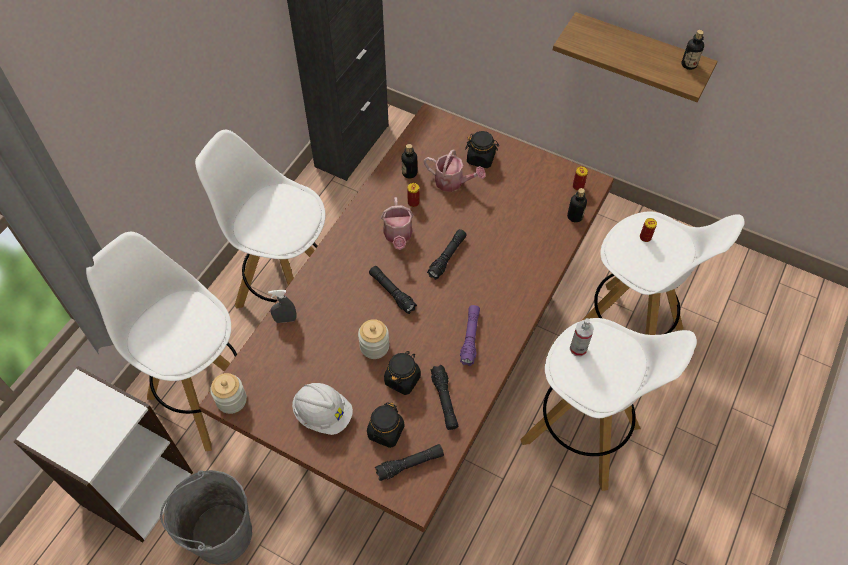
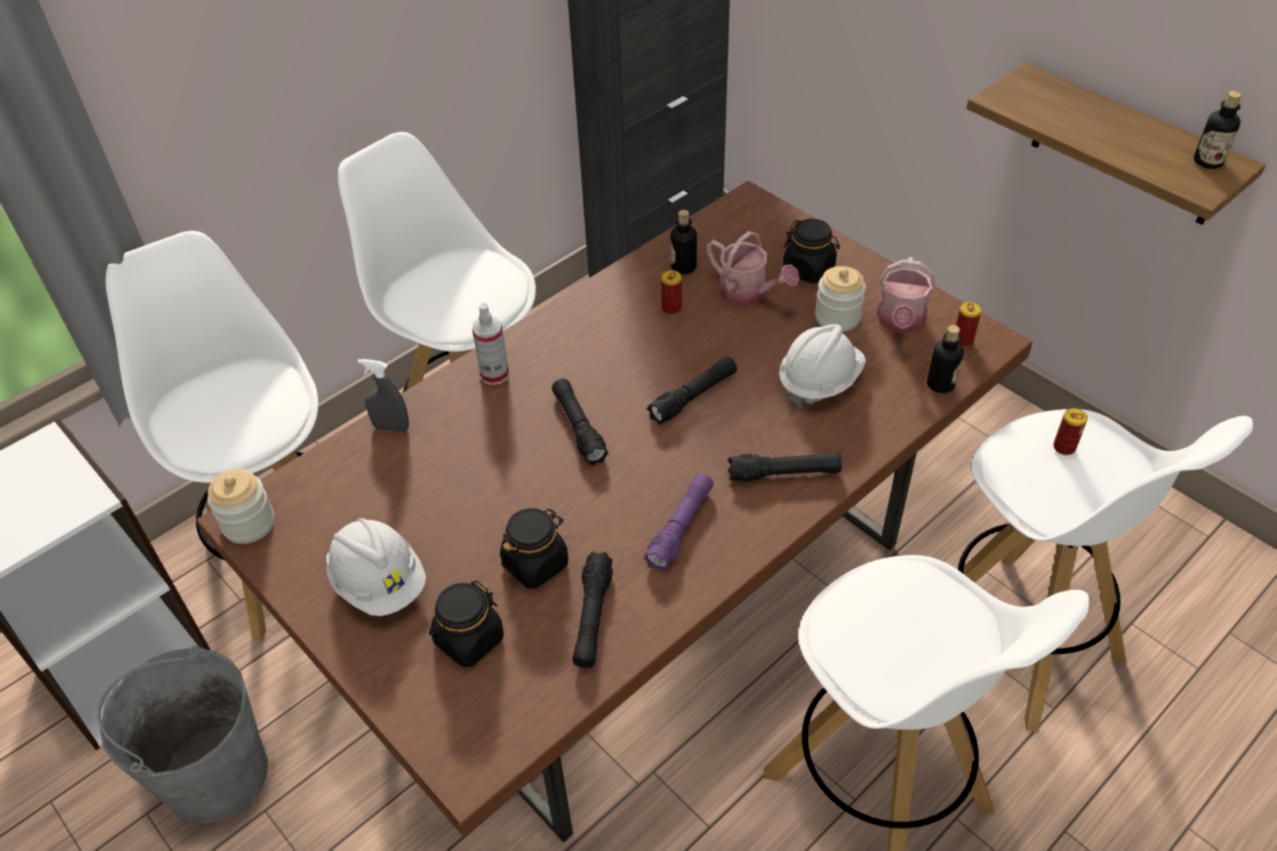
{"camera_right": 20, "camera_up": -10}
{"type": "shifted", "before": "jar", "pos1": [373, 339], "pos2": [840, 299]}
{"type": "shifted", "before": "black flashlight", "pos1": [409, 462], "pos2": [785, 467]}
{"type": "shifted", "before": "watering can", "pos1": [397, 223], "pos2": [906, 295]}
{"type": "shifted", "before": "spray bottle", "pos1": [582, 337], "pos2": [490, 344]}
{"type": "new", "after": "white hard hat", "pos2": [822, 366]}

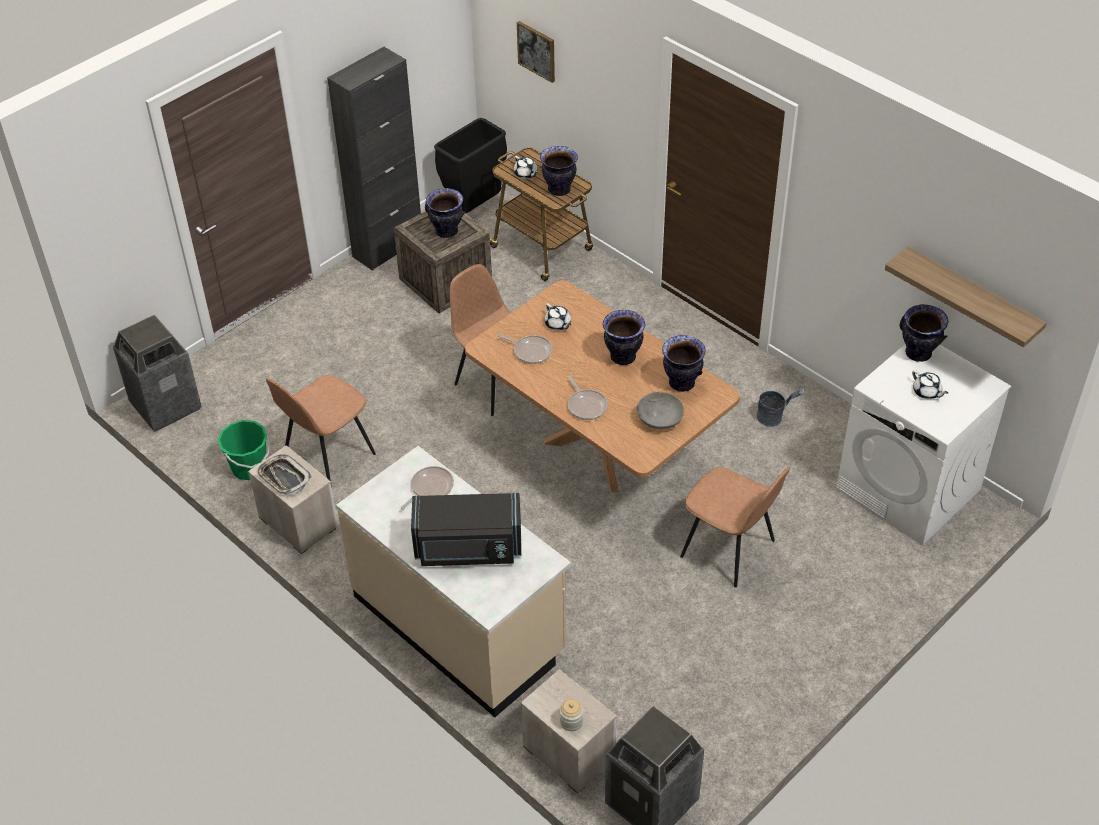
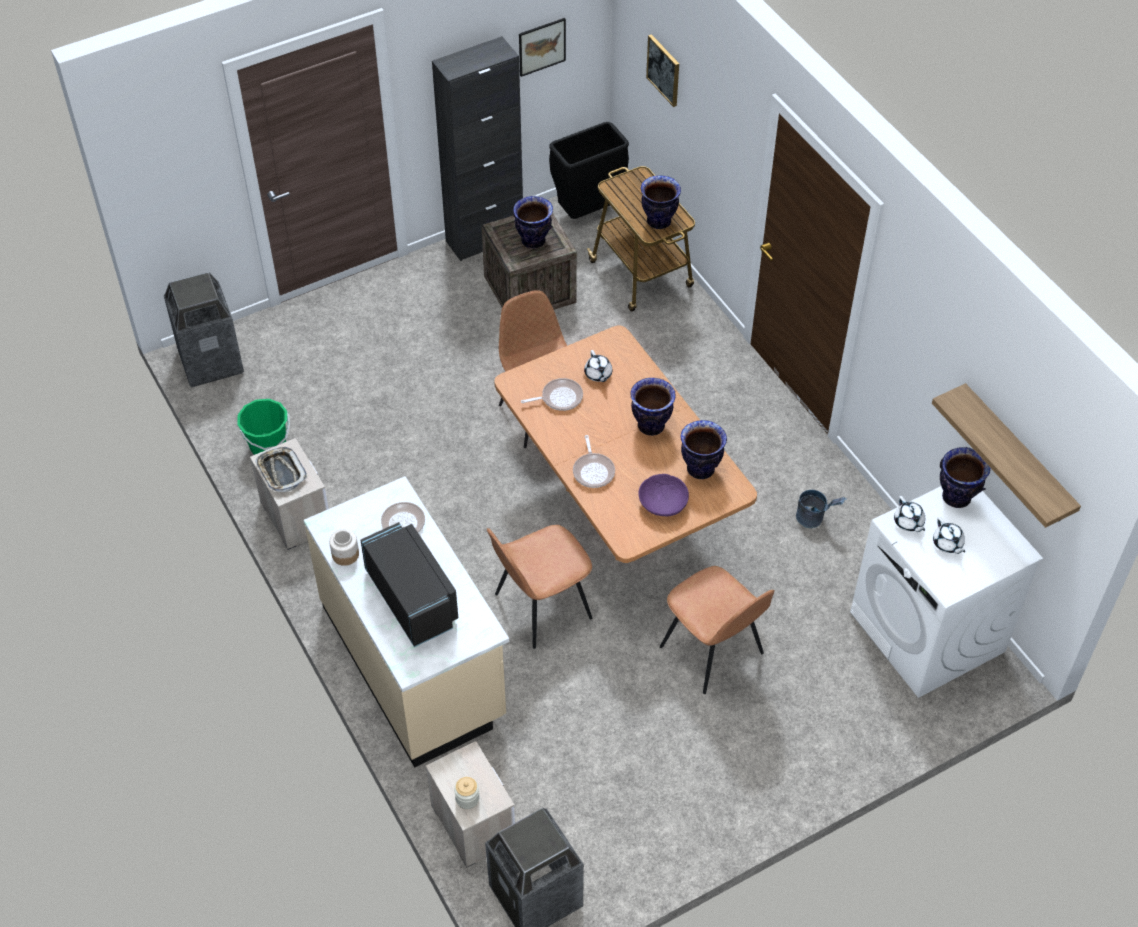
{"camera_right": 15, "camera_up": 5}
{"type": "shifted", "before": "brown chair", "pos1": [321, 431], "pos2": [539, 587]}
{"type": "rotated", "before": "black microwave", "pos1": [466, 529], "pos2": [409, 584], "turn": -135}
{"type": "rotated", "before": "frying pan", "pos1": [525, 349], "pos2": [552, 394], "turn": -60}
{"type": "shifted", "before": "white teapot", "pos1": [526, 167], "pos2": [909, 514]}
{"type": "repainted", "before": "grey bowl", "after": "purple bowl", "pos1": [660, 410], "pos2": [664, 495]}
{"type": "new", "after": "jar", "pos2": [344, 547]}
{"type": "new", "after": "picture", "pos2": [542, 47]}

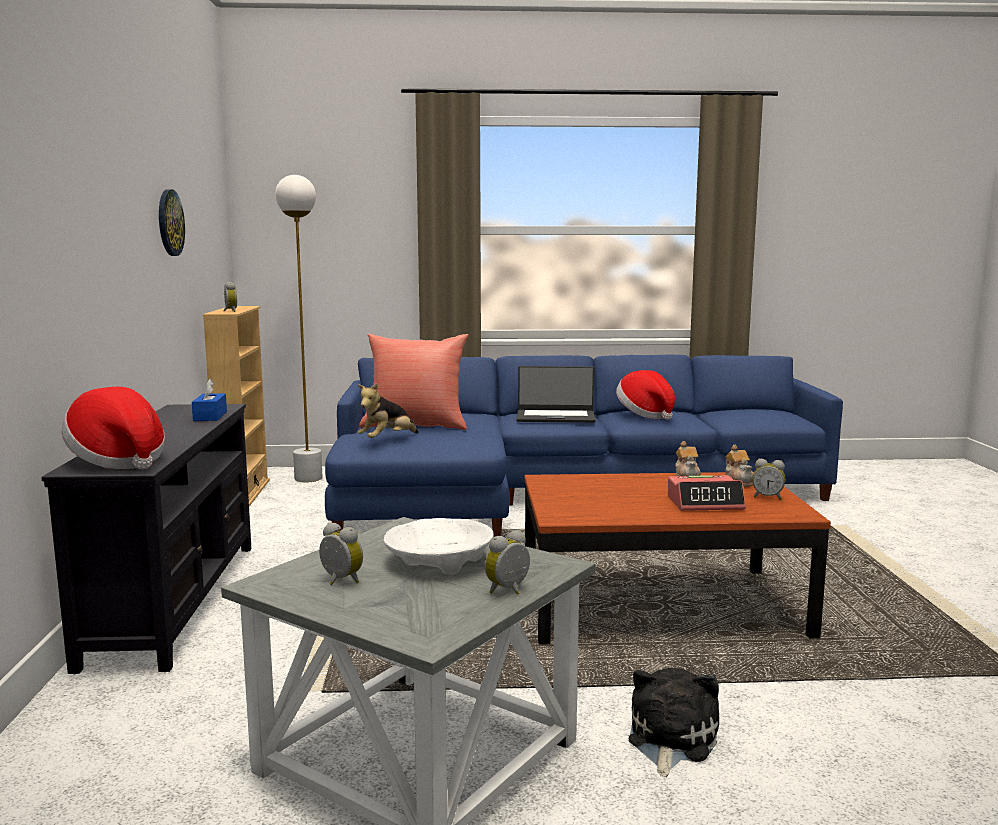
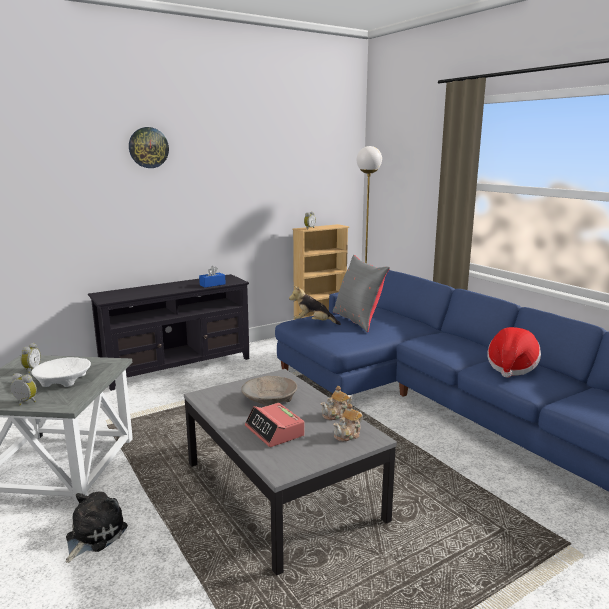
{"camera_right": 60, "camera_up": 5}
{"type": "gone", "before": "hat", "pos1": [113, 428]}
{"type": "shifted", "before": "wall clock", "pos1": [172, 222], "pos2": [149, 147]}
{"type": "repainted", "before": "red pillow", "after": "grey pillow", "pos1": [414, 382], "pos2": [361, 293]}
{"type": "gone", "before": "laptop", "pos1": [556, 394]}
{"type": "repainted", "before": "brown coffee table", "after": "grey coffee table", "pos1": [678, 558], "pos2": [290, 472]}
{"type": "rotated", "before": "plush toy", "pos1": [674, 722], "pos2": [97, 527], "turn": -60}
{"type": "gone", "before": "alarm clock", "pos1": [768, 479]}
{"type": "new", "after": "beige bowl", "pos2": [269, 391]}

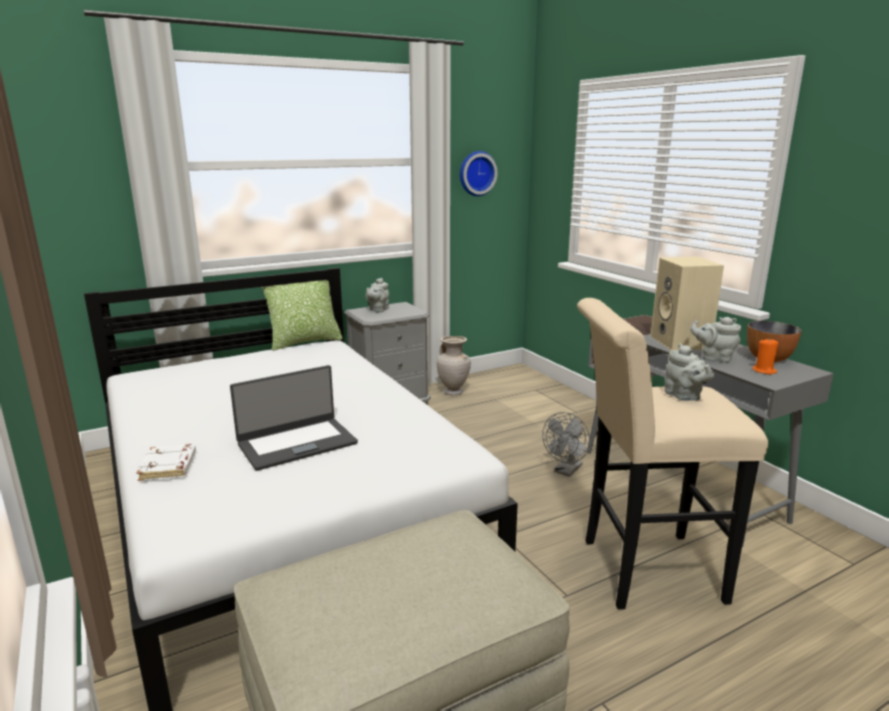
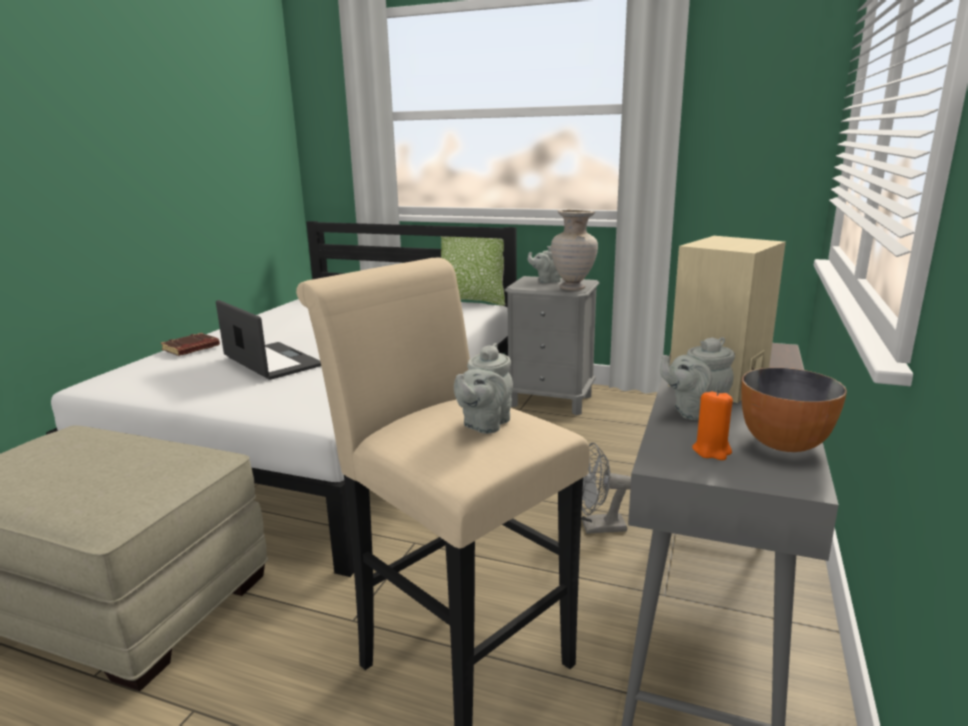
{"camera_right": 50, "camera_up": 0}
{"type": "repainted", "before": "white book", "after": "brown book", "pos1": [166, 462], "pos2": [190, 344]}
{"type": "rotated", "before": "laptop", "pos1": [294, 418], "pos2": [268, 340], "turn": -150}
{"type": "shifted", "before": "beige vase", "pos1": [454, 365], "pos2": [574, 250]}
{"type": "gone", "before": "wall clock", "pos1": [478, 173]}
{"type": "rotated", "before": "grey teapot", "pos1": [715, 340], "pos2": [697, 378], "turn": -90}

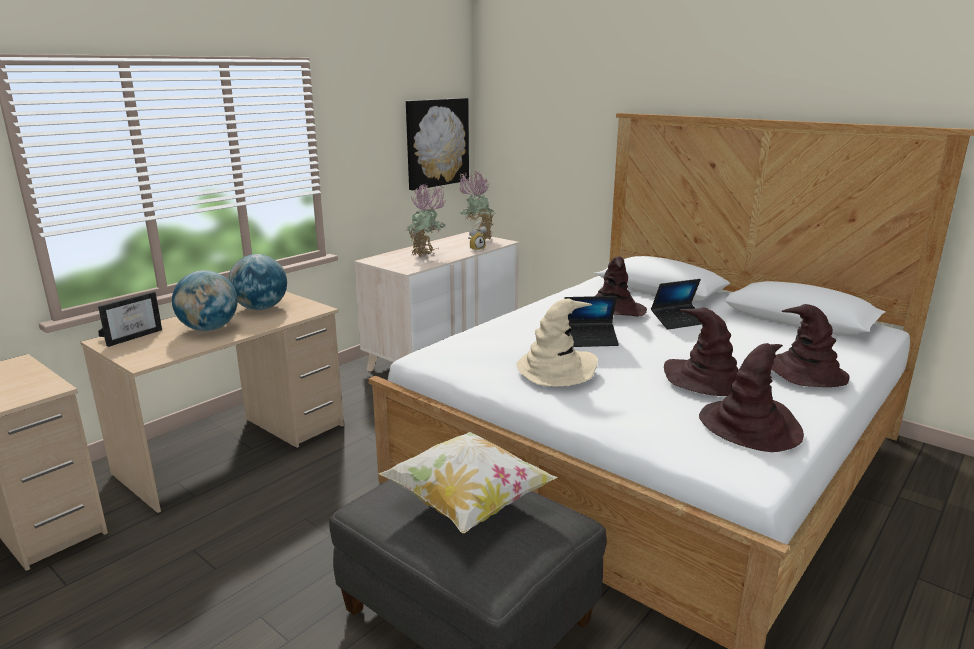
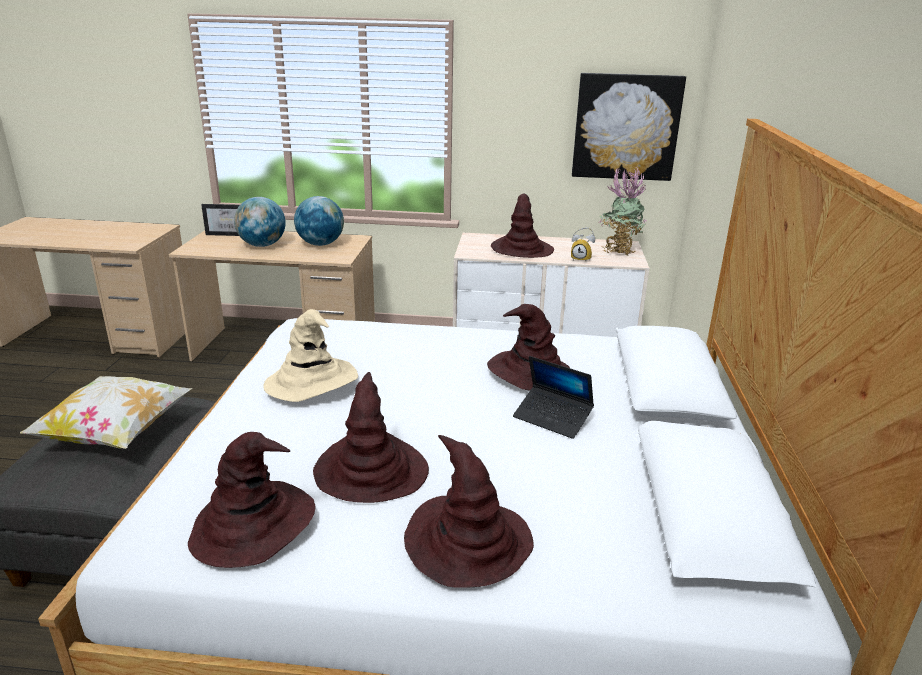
{"camera_right": 55, "camera_up": 5}
{"type": "swapped", "before": "potted plant", "after": "brown hat", "pos1": [425, 219], "pos2": [522, 225]}
{"type": "gone", "before": "laptop", "pos1": [591, 321]}

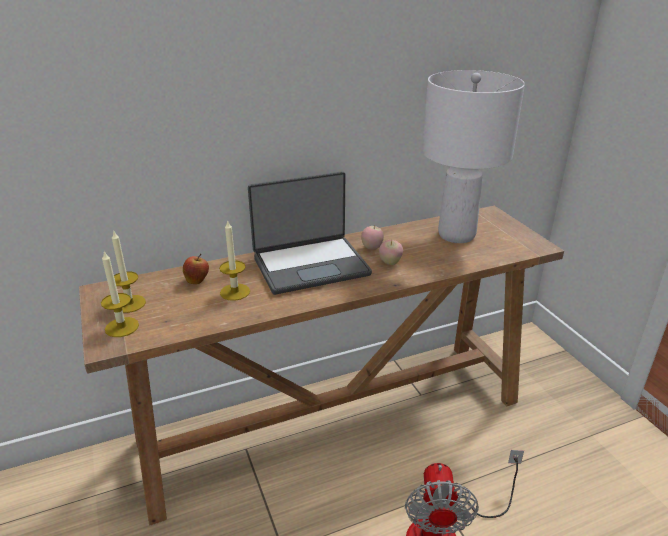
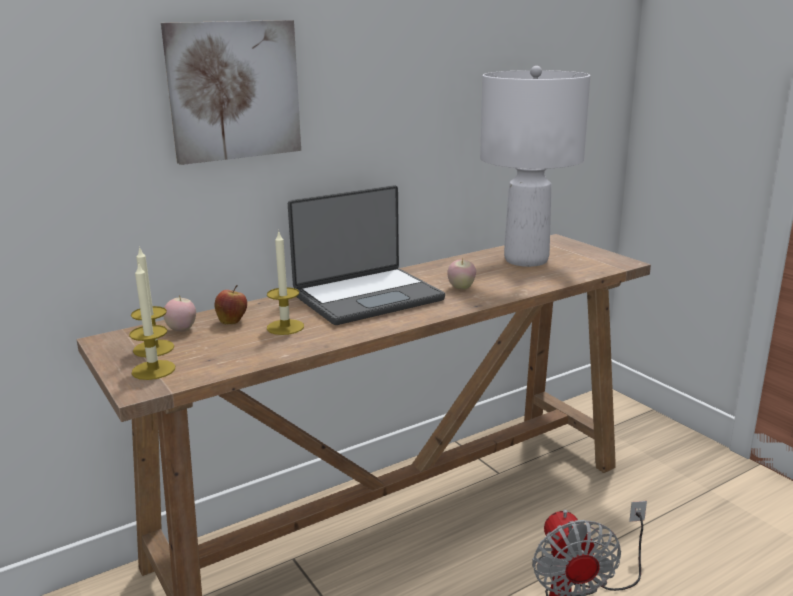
{"camera_right": -10, "camera_up": -10}
{"type": "shifted", "before": "apple", "pos1": [372, 237], "pos2": [179, 313]}
{"type": "new", "after": "picture", "pos2": [231, 92]}

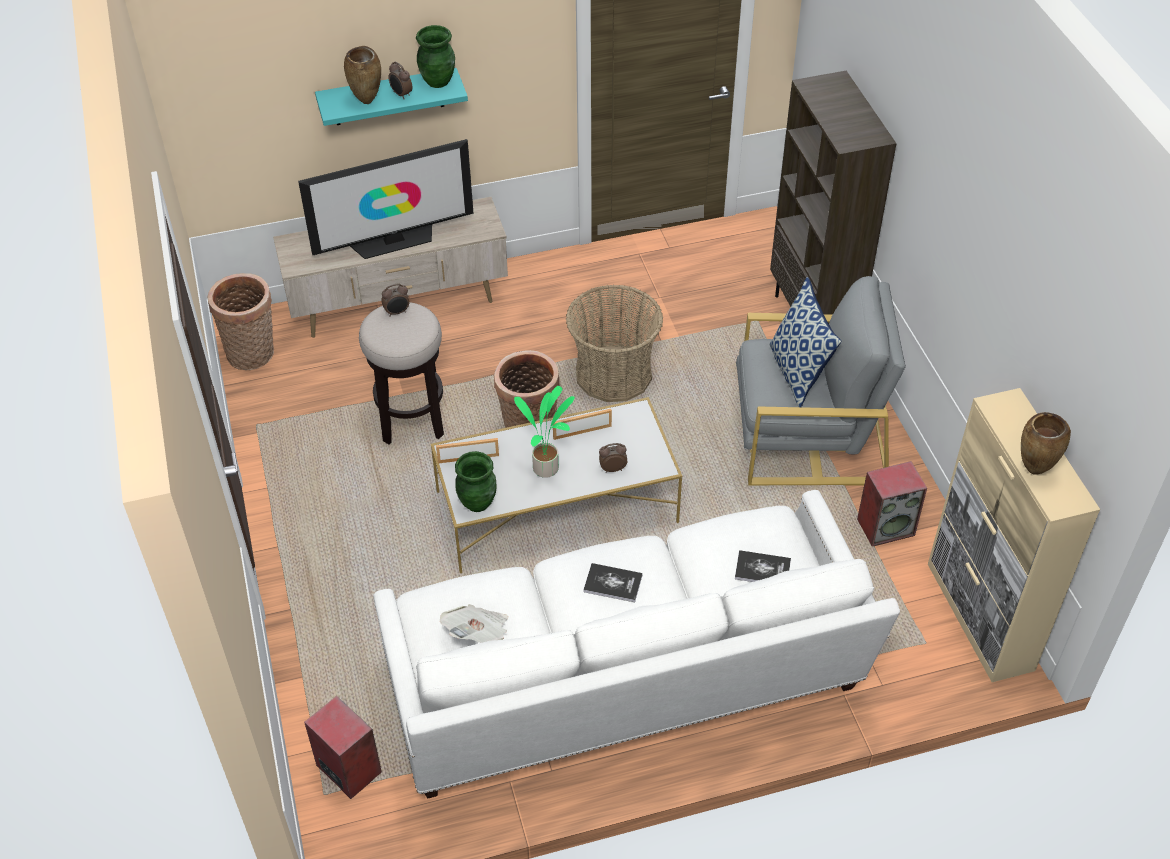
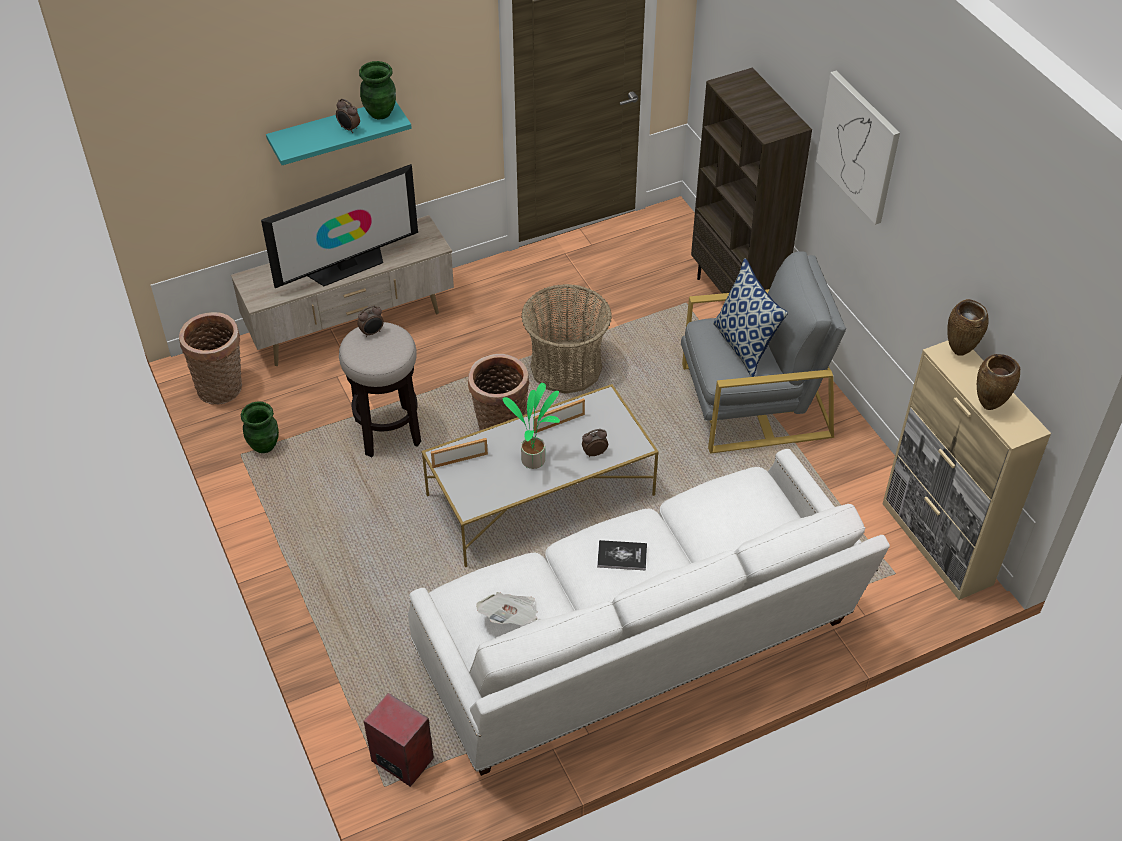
{"camera_right": -10, "camera_up": 0}
{"type": "shifted", "before": "brown vase", "pos1": [362, 75], "pos2": [968, 327]}
{"type": "shifted", "before": "green vase", "pos1": [476, 481], "pos2": [260, 427]}
{"type": "gone", "before": "book", "pos1": [763, 566]}
{"type": "gone", "before": "speaker", "pos1": [892, 503]}
{"type": "new", "after": "picture", "pos2": [858, 148]}

